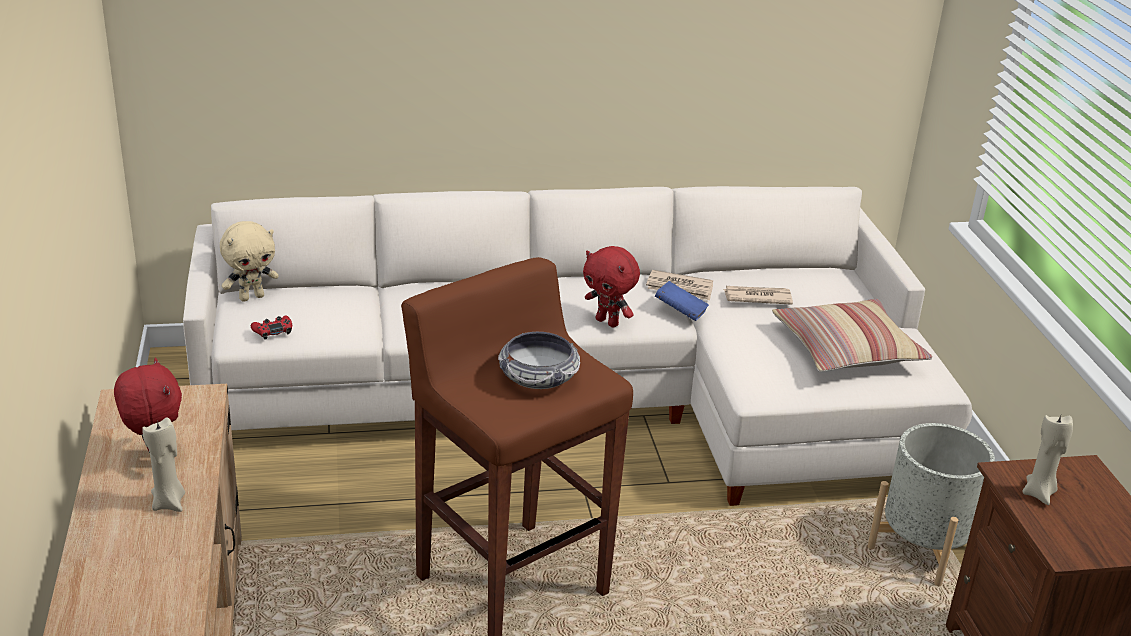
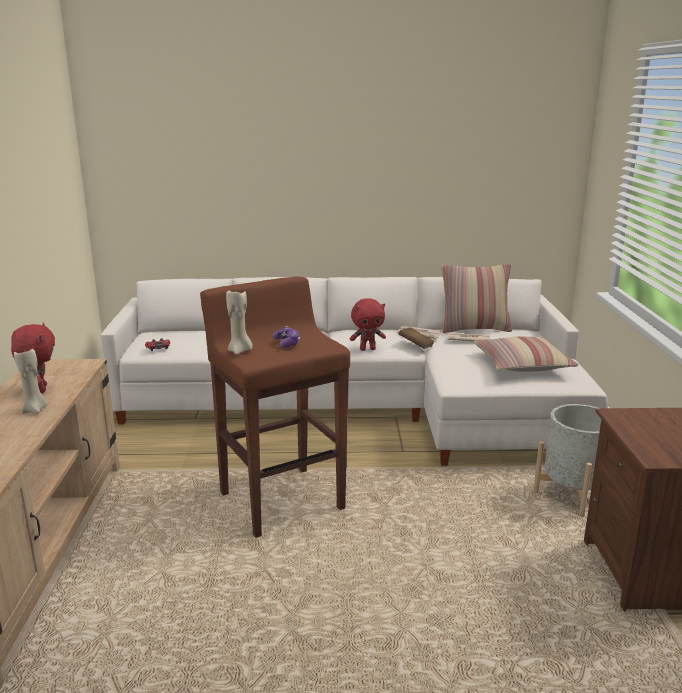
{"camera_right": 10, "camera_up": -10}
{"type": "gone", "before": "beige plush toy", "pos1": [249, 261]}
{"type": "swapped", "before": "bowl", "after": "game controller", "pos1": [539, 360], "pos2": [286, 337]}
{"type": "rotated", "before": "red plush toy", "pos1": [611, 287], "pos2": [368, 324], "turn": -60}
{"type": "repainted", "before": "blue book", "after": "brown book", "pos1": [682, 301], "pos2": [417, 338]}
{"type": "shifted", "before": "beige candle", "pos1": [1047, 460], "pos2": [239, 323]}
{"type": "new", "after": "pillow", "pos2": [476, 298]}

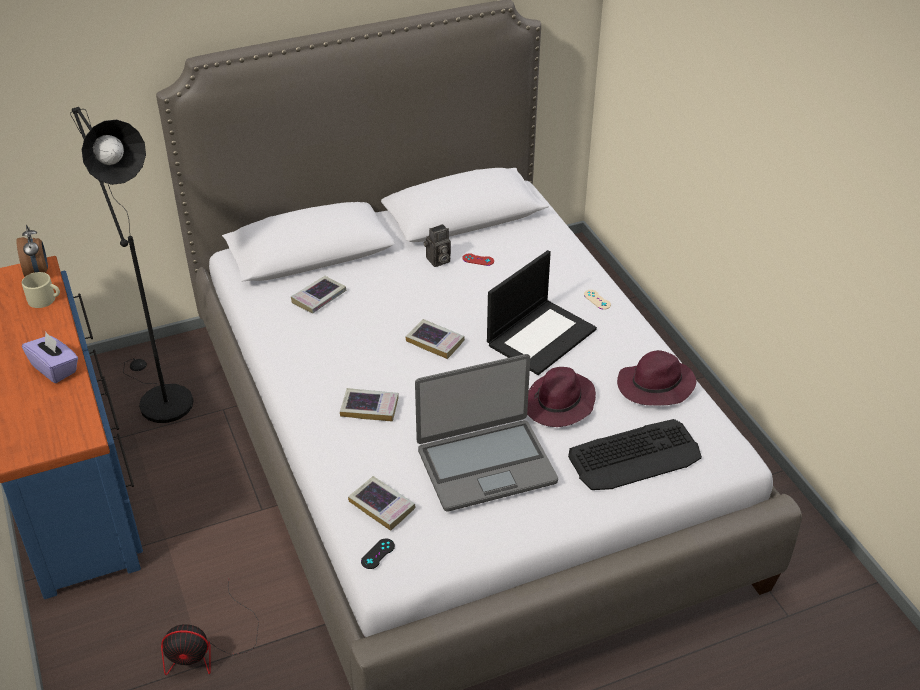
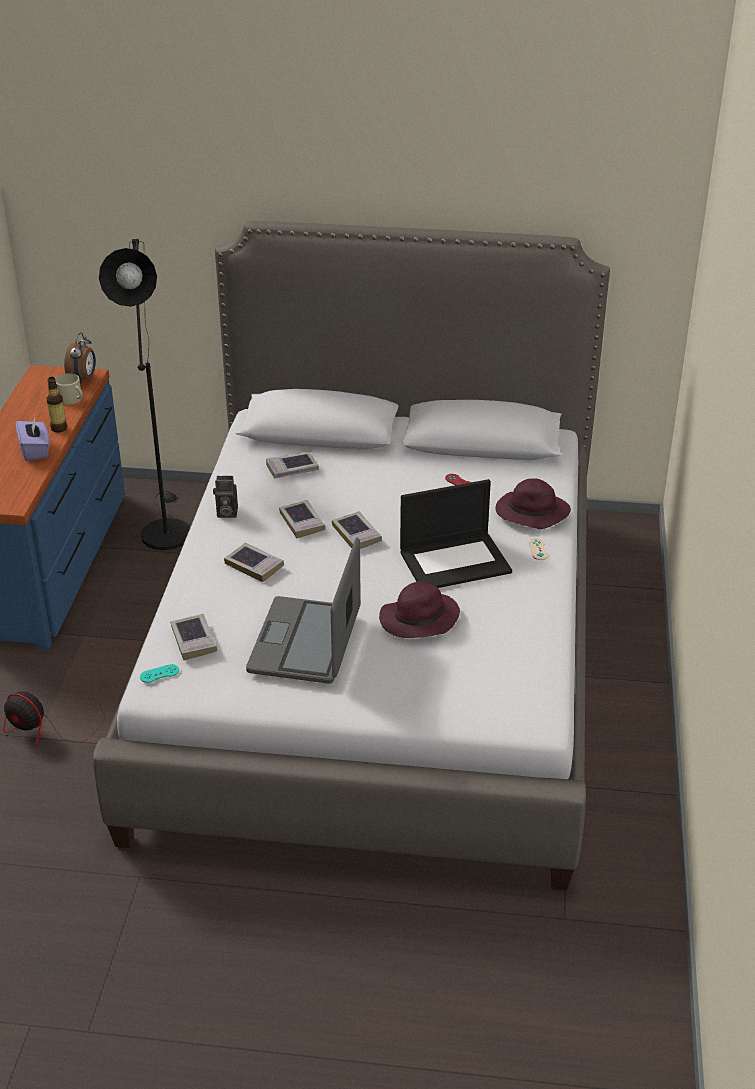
{"camera_right": 30, "camera_up": -5}
{"type": "repainted", "before": "black game controller", "after": "turquoise game controller", "pos1": [378, 554], "pos2": [159, 673]}
{"type": "rotated", "before": "laptop", "pos1": [486, 433], "pos2": [303, 610], "turn": 90}
{"type": "shifted", "before": "photo camera", "pos1": [437, 245], "pos2": [225, 497]}
{"type": "gone", "before": "keyboard", "pos1": [635, 454]}
{"type": "shifted", "before": "purple hat", "pos1": [656, 378], "pos2": [533, 503]}
{"type": "new", "after": "bottle", "pos2": [56, 405]}
{"type": "new", "after": "book", "pos2": [302, 519]}

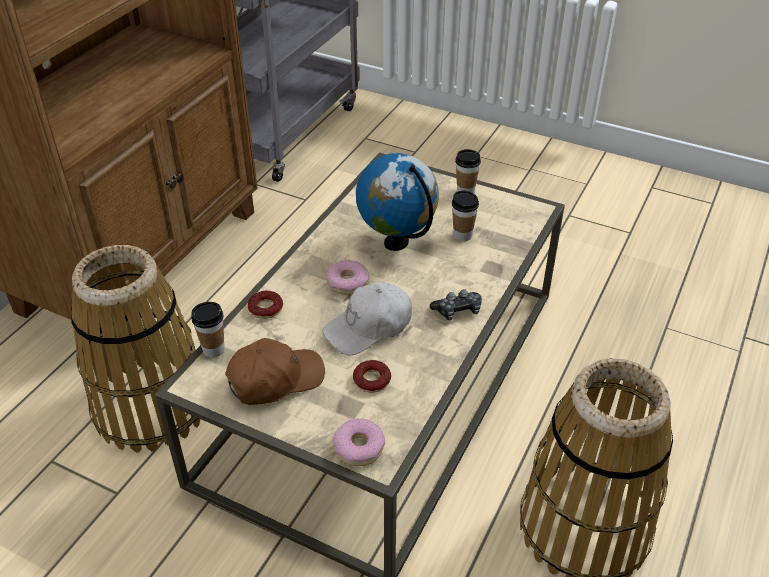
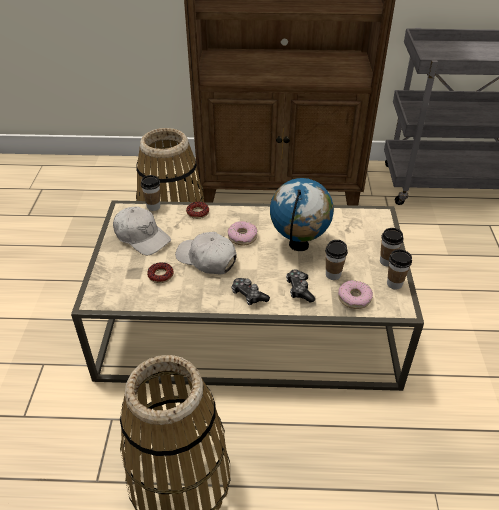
{"camera_right": 65, "camera_up": 0}
{"type": "repainted", "before": "brown cap", "after": "white cap", "pos1": [275, 371], "pos2": [142, 231]}
{"type": "shifted", "before": "donut", "pos1": [359, 442], "pos2": [355, 294]}
{"type": "new", "after": "game controller", "pos2": [300, 286]}
{"type": "new", "after": "cup", "pos2": [399, 269]}

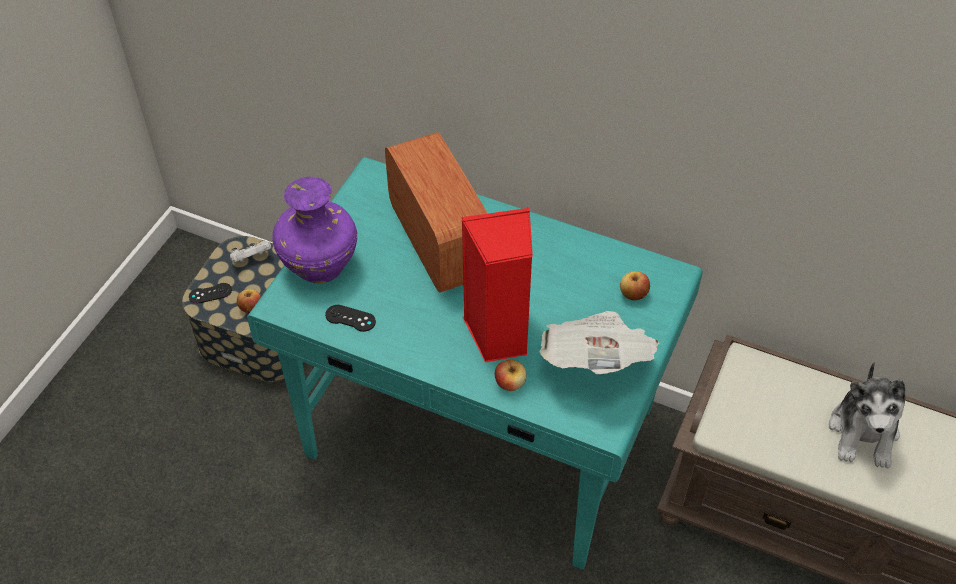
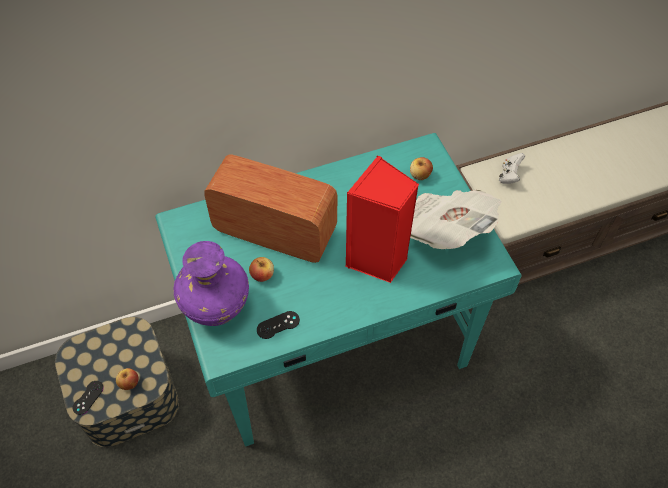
{"camera_right": -45, "camera_up": 5}
{"type": "shifted", "before": "white game controller", "pos1": [250, 252], "pos2": [512, 168]}
{"type": "shifted", "before": "apple", "pos1": [511, 375], "pos2": [261, 269]}
{"type": "gone", "before": "plush toy", "pos1": [867, 415]}

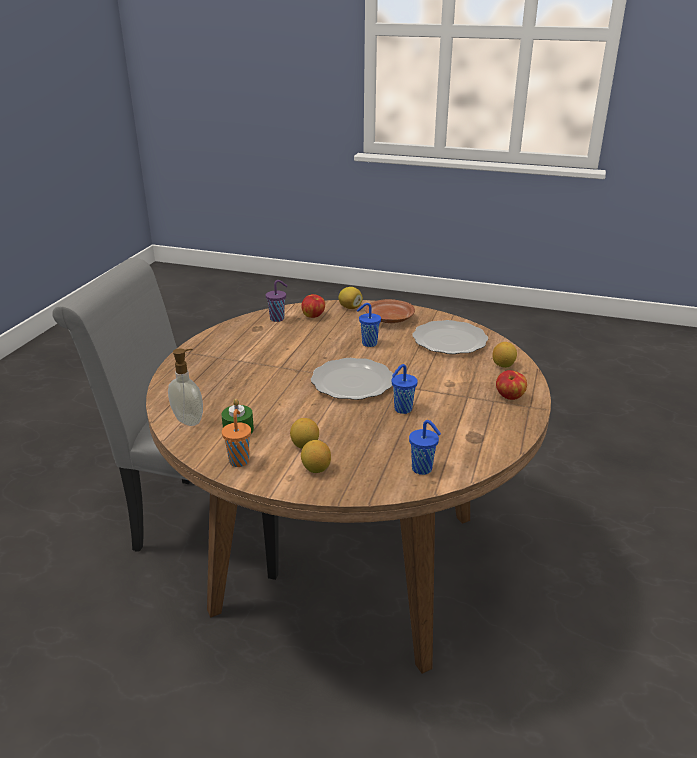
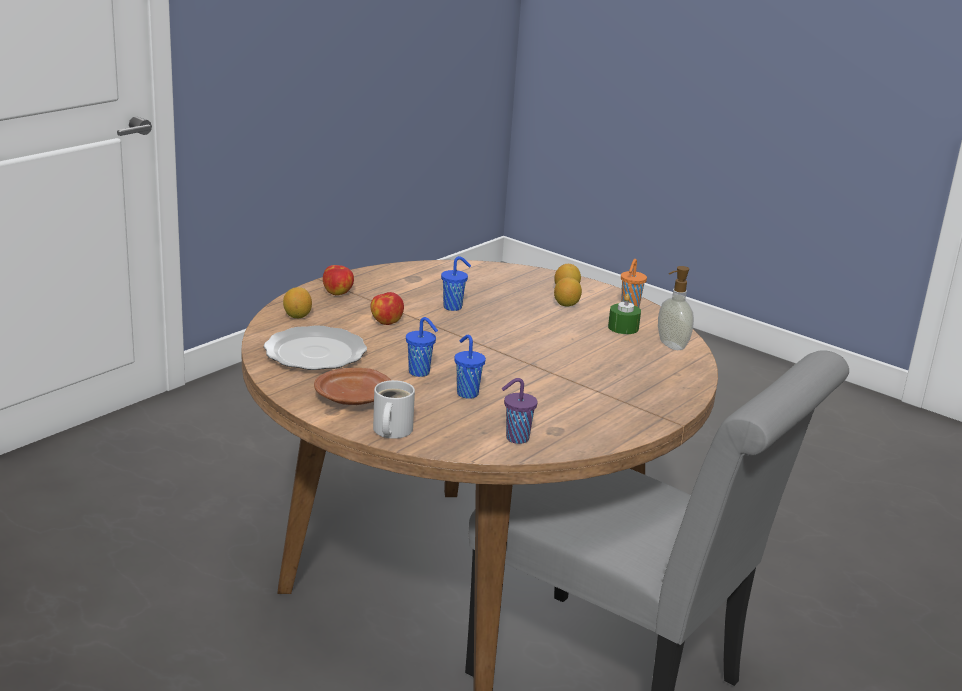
{"camera_right": -160, "camera_up": -5}
{"type": "shifted", "before": "apple", "pos1": [313, 306], "pos2": [387, 308]}
{"type": "gone", "before": "plate", "pos1": [352, 379]}
{"type": "swapped", "before": "lemon", "after": "white mug", "pos1": [350, 298], "pos2": [394, 409]}
{"type": "shifted", "before": "blue cup", "pos1": [425, 447], "pos2": [470, 367]}

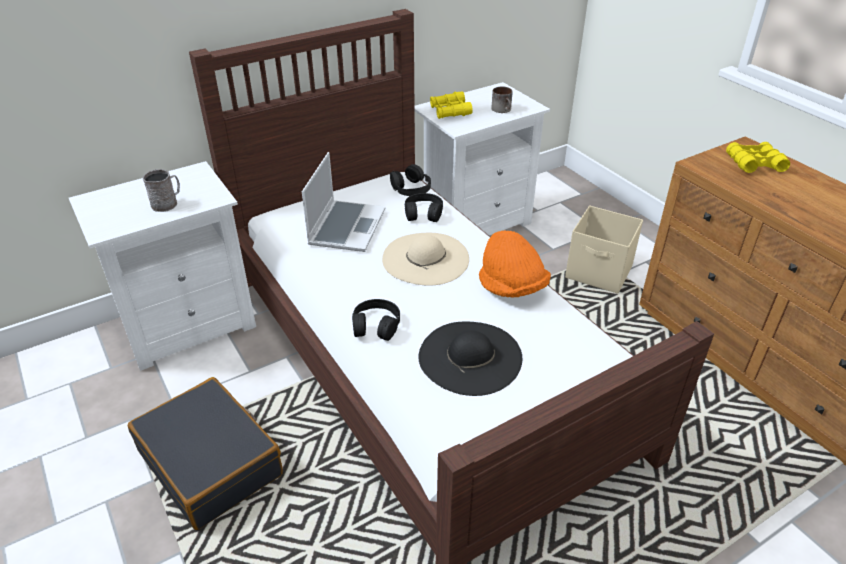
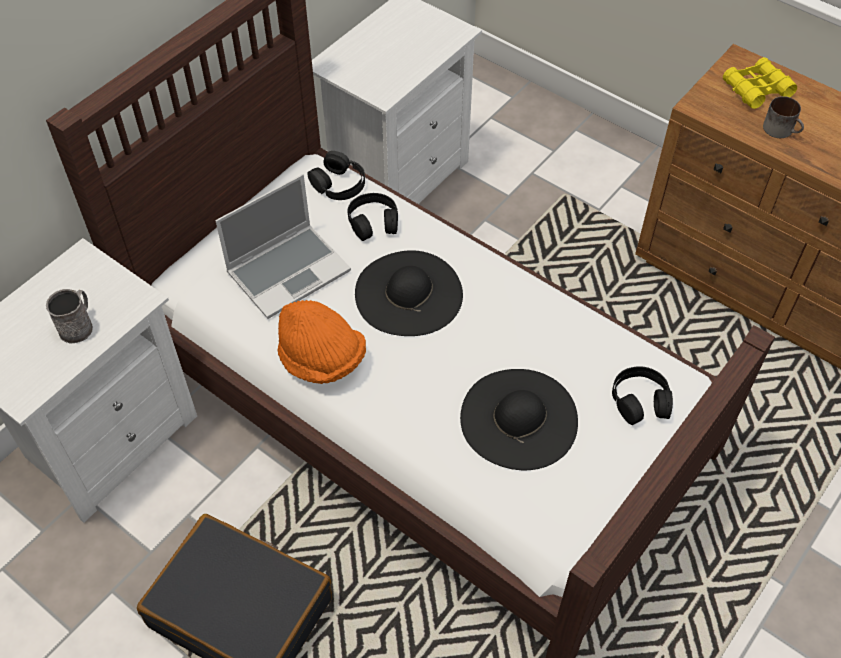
{"camera_right": -20, "camera_up": 15}
{"type": "rotated", "before": "laptop", "pos1": [343, 202], "pos2": [283, 246], "turn": 60}
{"type": "shifted", "before": "black headphones", "pos1": [376, 320], "pos2": [642, 395]}
{"type": "repainted", "before": "beige hat", "after": "black hat", "pos1": [425, 259], "pos2": [409, 293]}
{"type": "gone", "before": "yellow binoculars", "pos1": [451, 105]}
{"type": "shifted", "before": "orange hat", "pos1": [515, 264], "pos2": [321, 342]}
{"type": "shifted", "before": "mug", "pos1": [502, 100], "pos2": [783, 117]}
{"type": "gone", "before": "beige storage box", "pos1": [604, 250]}

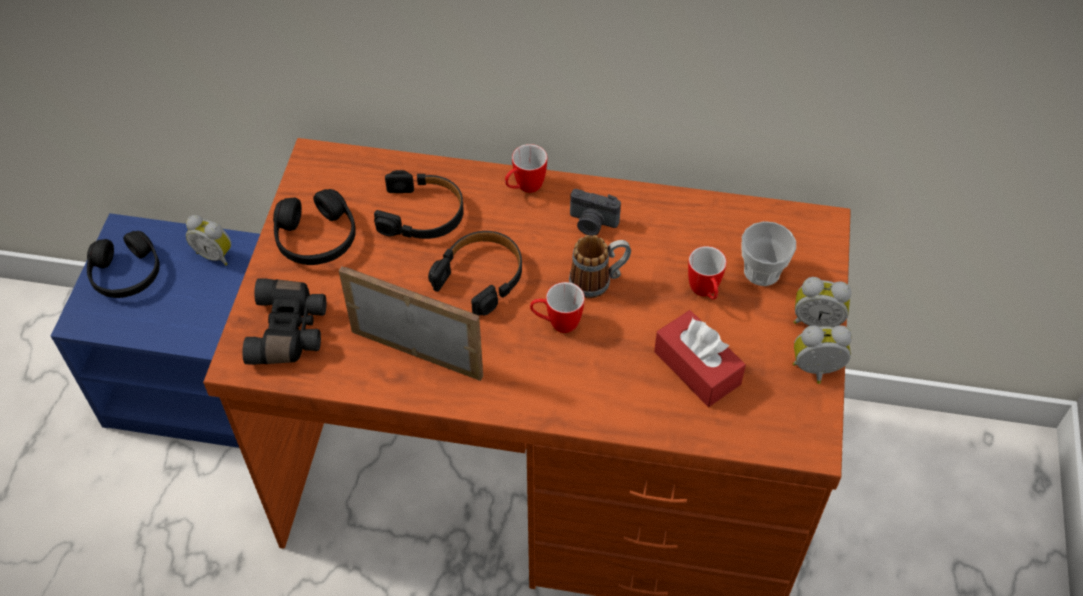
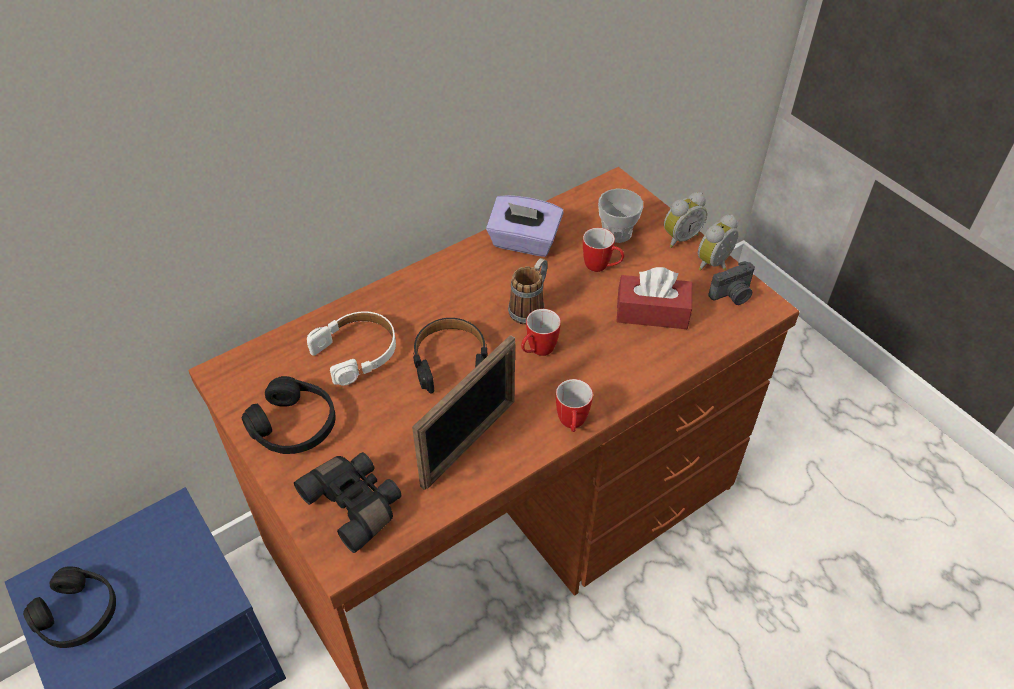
{"camera_right": -45, "camera_up": -5}
{"type": "gone", "before": "alarm clock", "pos1": [208, 240]}
{"type": "rotated", "before": "picture frame", "pos1": [411, 324], "pos2": [463, 412], "turn": 150}
{"type": "repainted", "before": "black headphones", "after": "white headphones", "pos1": [419, 204], "pos2": [351, 348]}
{"type": "shifted", "before": "mug", "pos1": [526, 168], "pos2": [574, 405]}
{"type": "shifted", "before": "photo camera", "pos1": [595, 212], "pos2": [731, 283]}
{"type": "new", "after": "purple tissue box", "pos2": [525, 226]}

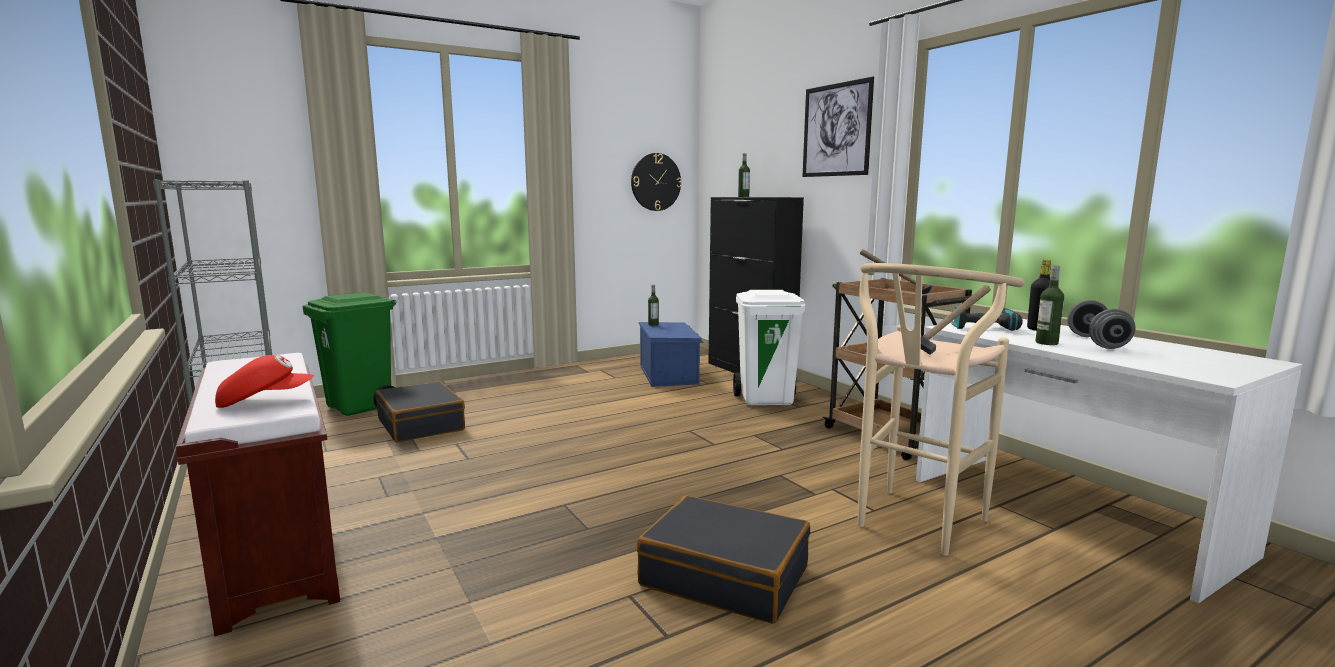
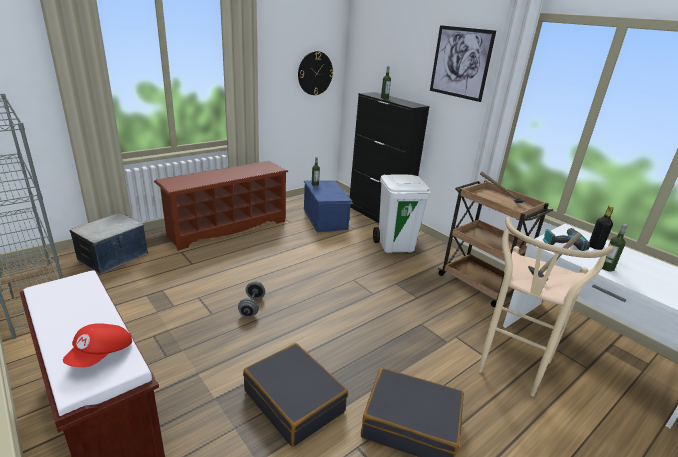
{"camera_right": -10, "camera_up": 15}
{"type": "rotated", "before": "red cap", "pos1": [264, 381], "pos2": [97, 345], "turn": 135}
{"type": "swapped", "before": "green trash can", "after": "storage box", "pos1": [349, 354], "pos2": [109, 243]}
{"type": "shifted", "before": "black suitcase", "pos1": [420, 411], "pos2": [295, 395]}
{"type": "shifted", "before": "grey dumbbell", "pos1": [1101, 324], "pos2": [251, 299]}
{"type": "new", "after": "brown shoe rack", "pos2": [221, 206]}

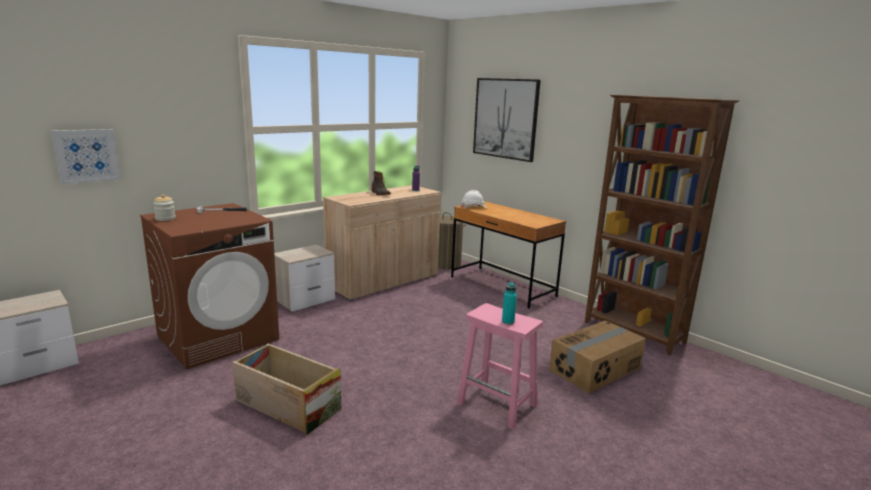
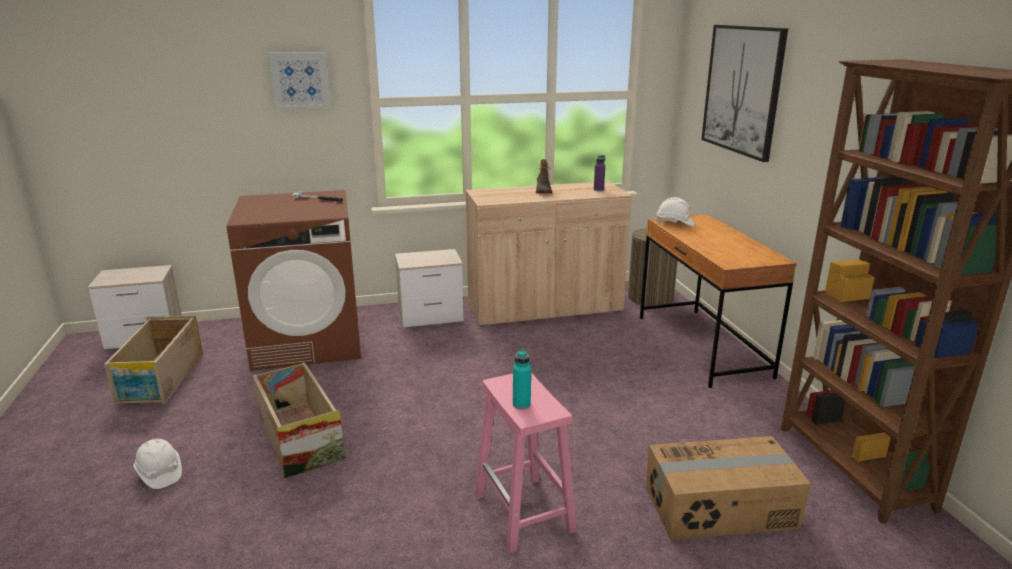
{"camera_right": 30, "camera_up": 5}
{"type": "shifted", "before": "picture", "pos1": [86, 156], "pos2": [300, 80]}
{"type": "gone", "before": "jar", "pos1": [164, 207]}
{"type": "new", "after": "crate", "pos2": [153, 361]}
{"type": "new", "after": "white hard hat", "pos2": [158, 464]}

